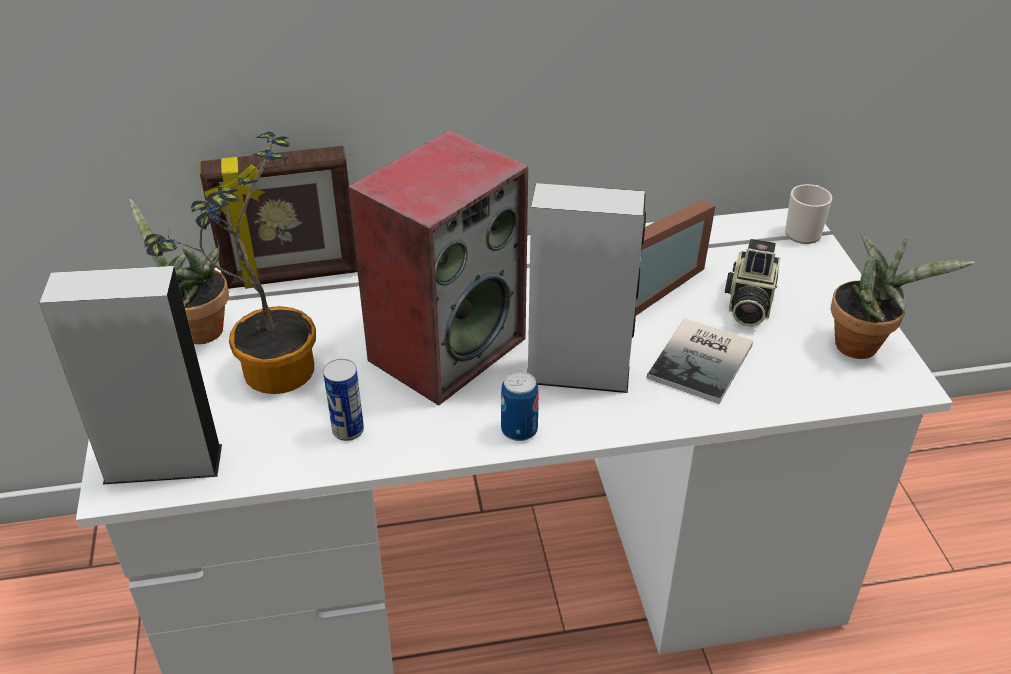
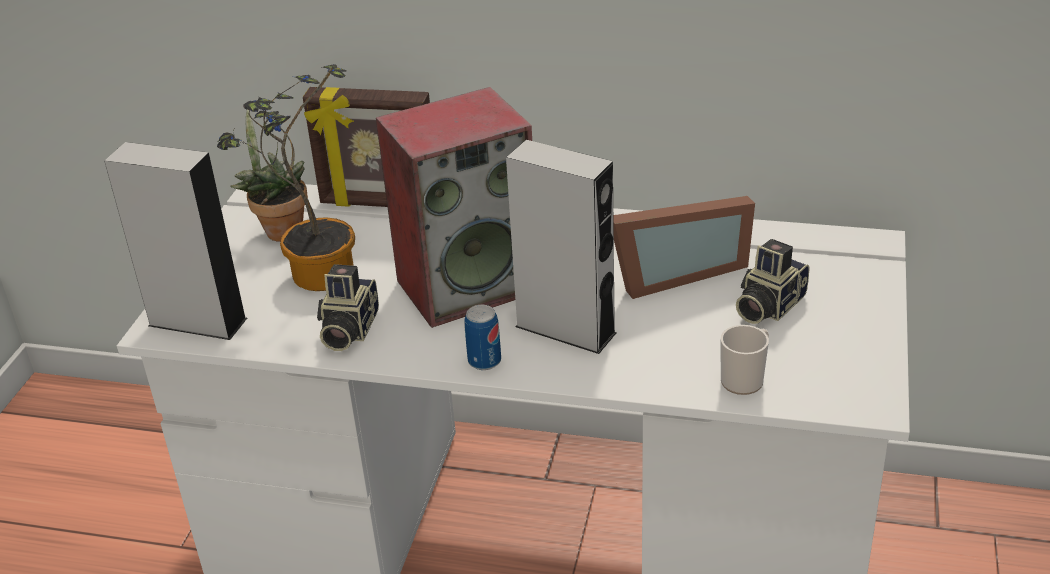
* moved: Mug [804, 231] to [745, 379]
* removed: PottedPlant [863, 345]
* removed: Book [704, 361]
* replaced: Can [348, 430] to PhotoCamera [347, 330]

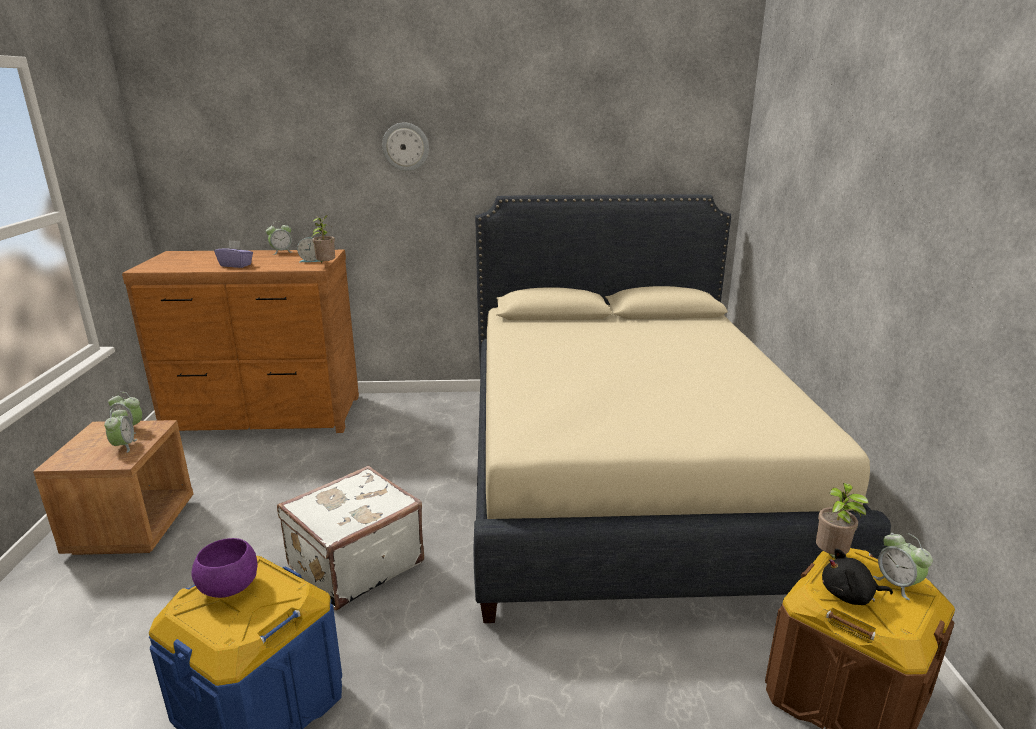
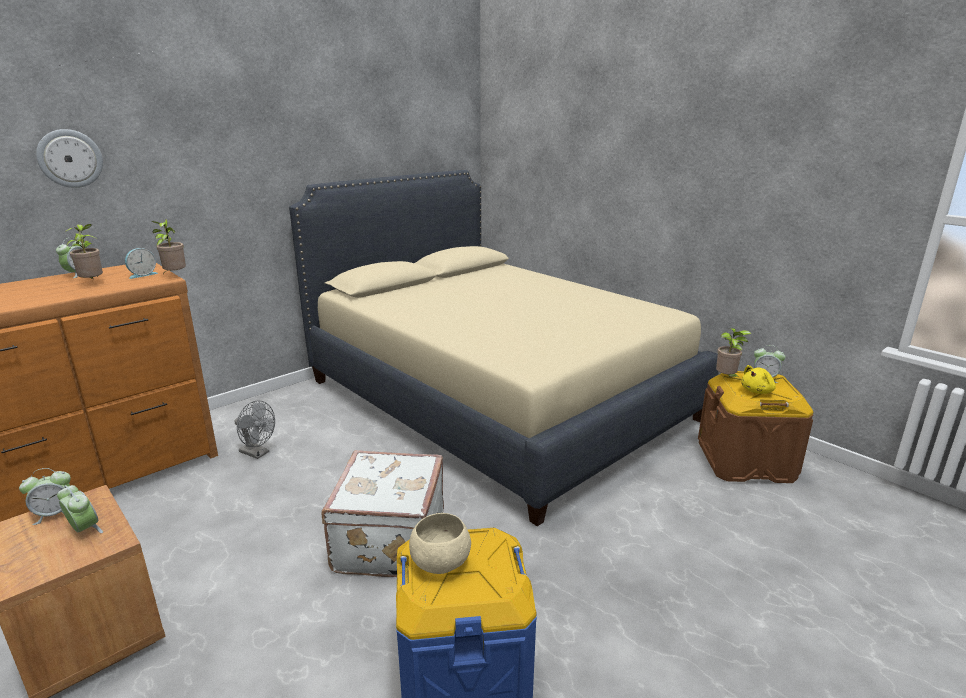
* moved: WallClock [405, 147] to [70, 158]
* removed: PurpleTissueBox [236, 265]
* recoloured: PurpleBowl [229, 586] to BeigeBowl [439, 562]
* recoloured: BlackPlushToy [850, 595] to YellowPlushToy [757, 391]
* added: PottedPlant [93, 283]
* added: GreyFan [258, 453]

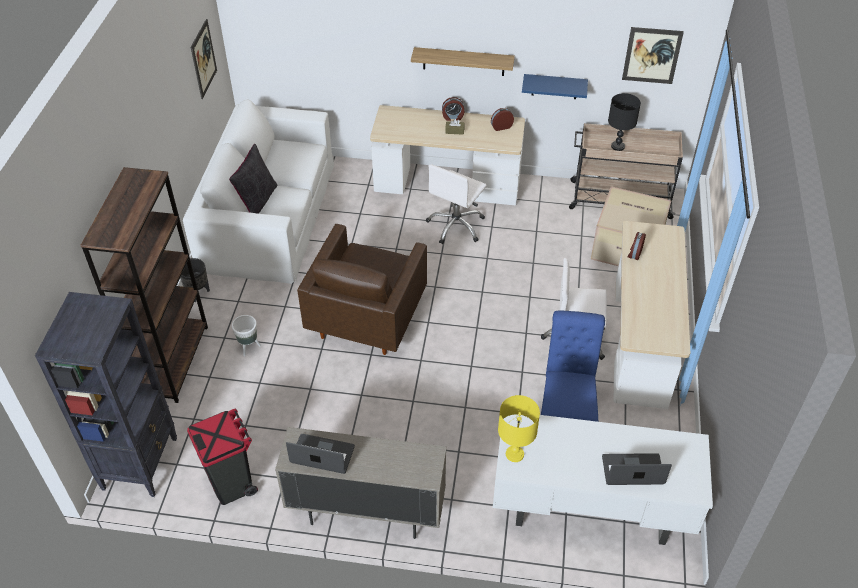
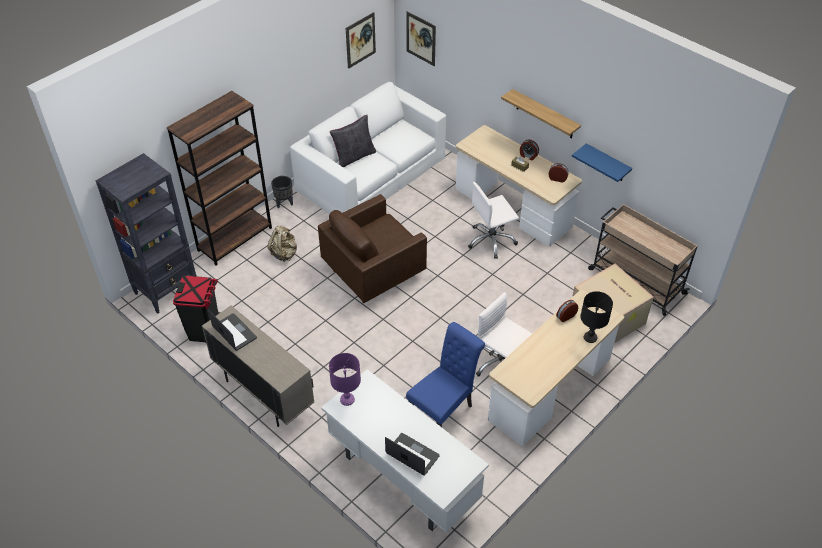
* moved: Picture [652, 55] to [421, 38]
* moved: BlackTableLamp [617, 146] to [590, 337]
* replaced: WhitePlanter [248, 347] to BeigeBackpack [284, 253]
* recoloured: YellowTableLamp [514, 454] to PurpleTableLamp [347, 399]

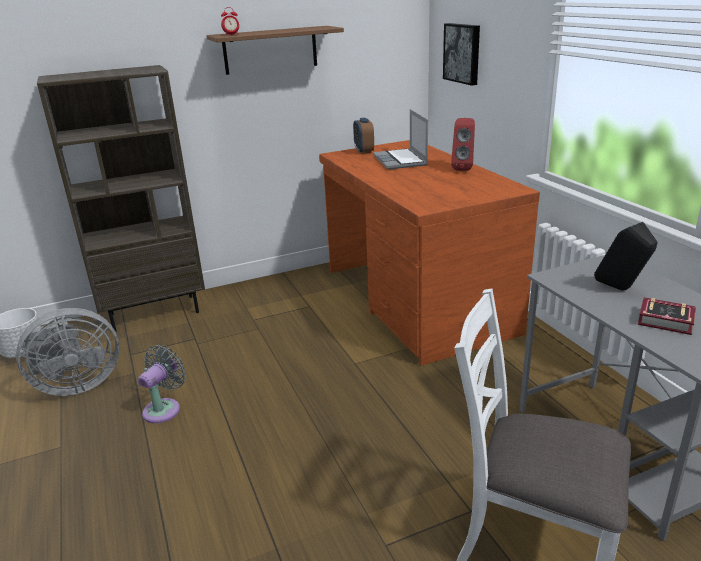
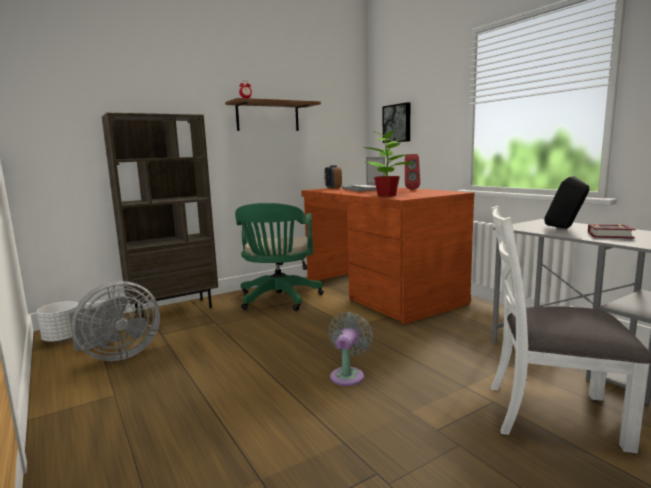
* moved: GreyFan [164, 408] to [348, 375]
* added: PottedPlant [387, 195]
* added: GreenOfficeChair [278, 300]

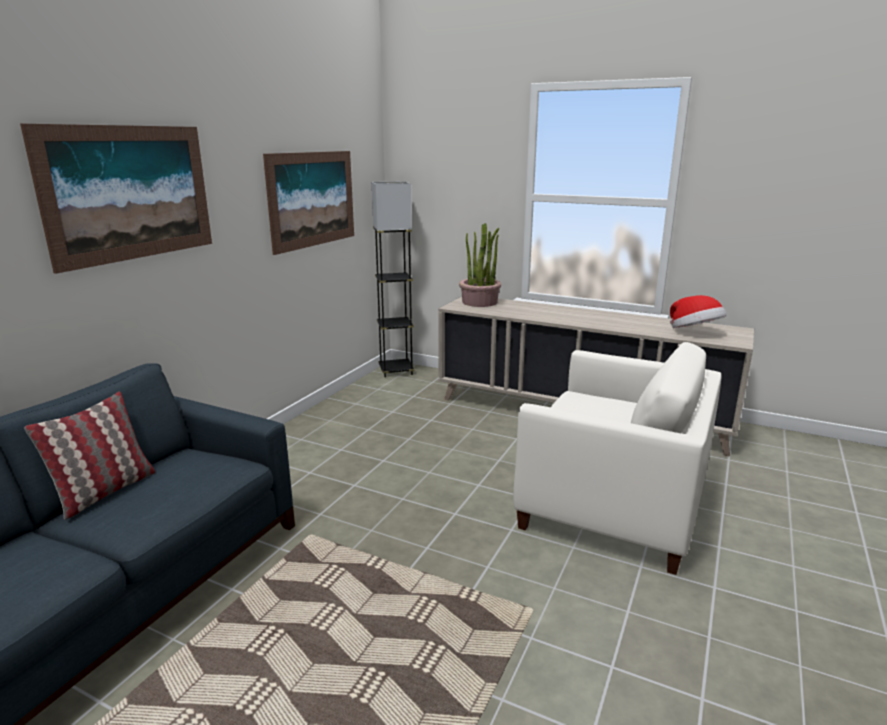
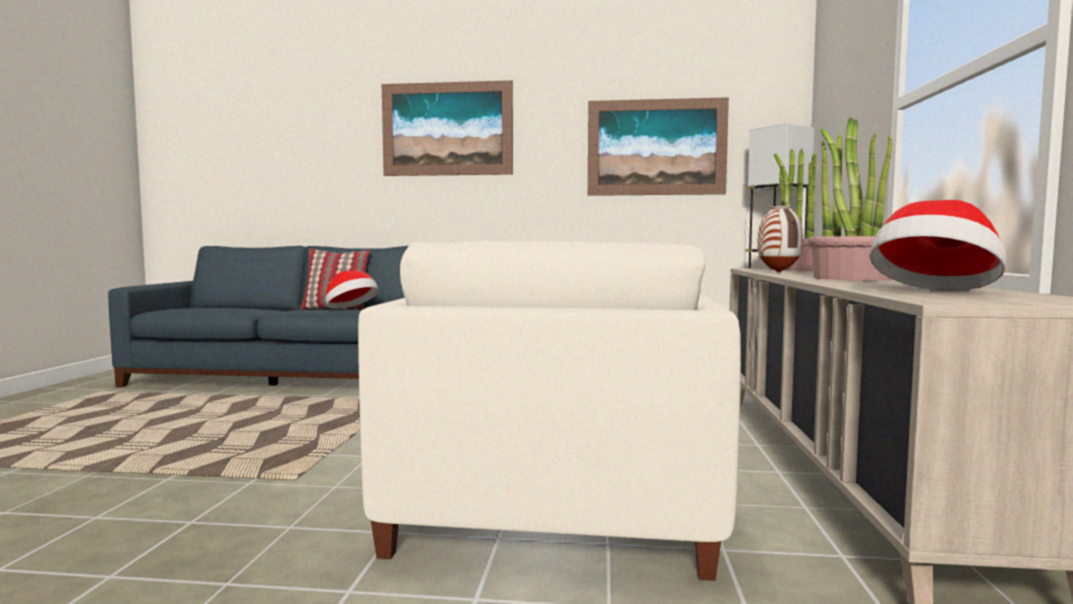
* added: PottedPlant [851, 278]
* added: Vase [779, 272]
* added: Hat [351, 310]

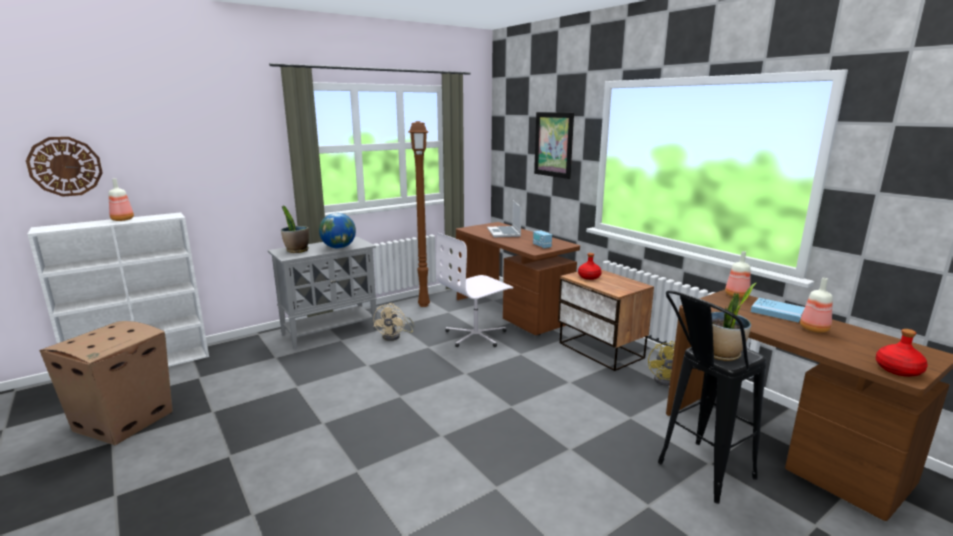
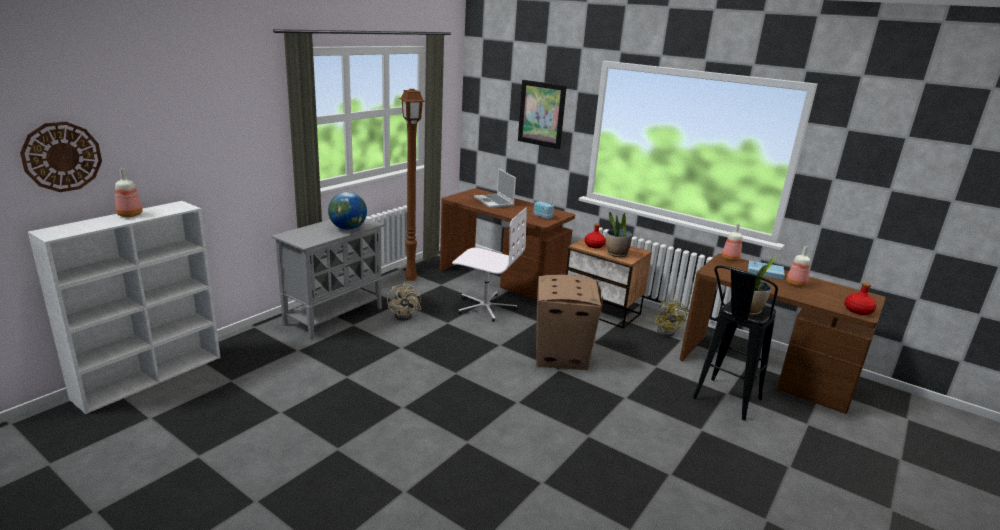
* moved: PottedPlant [297, 251] to [616, 254]
* turned: WhiteOfficeChair [476, 336] = [485, 307] 105 degrees counterclockwise
* moved: CardboardBox [125, 420] to [561, 355]

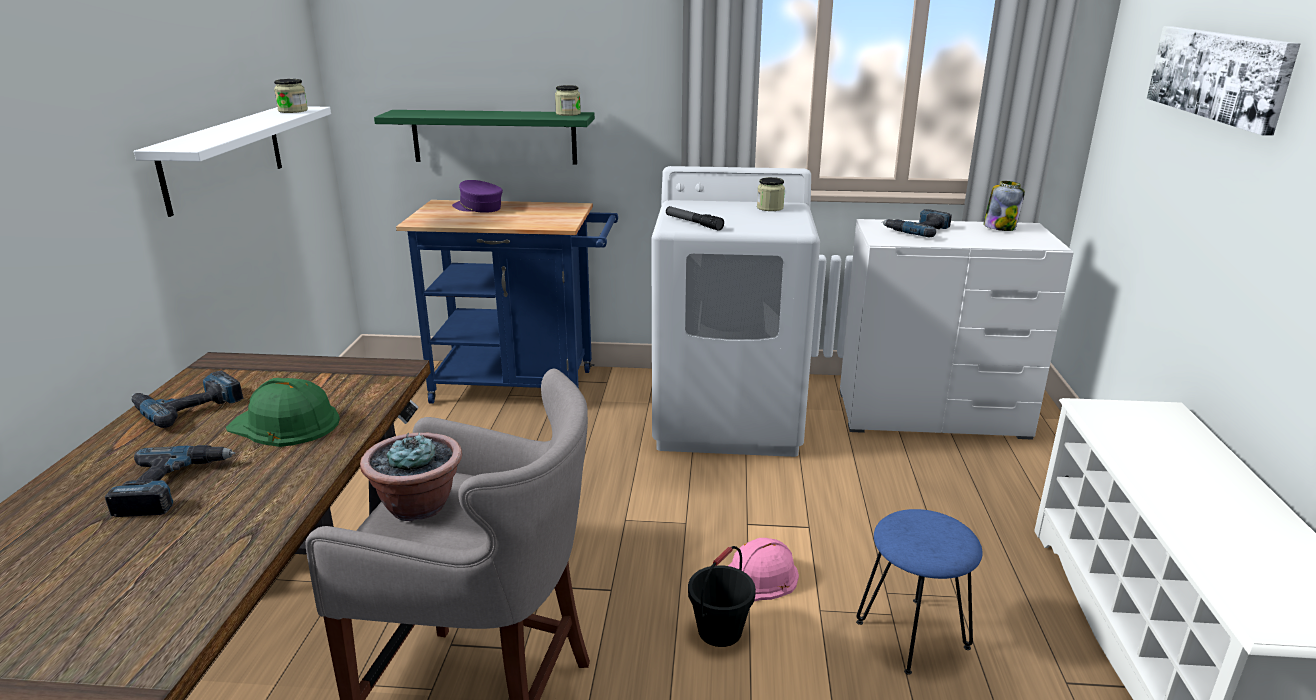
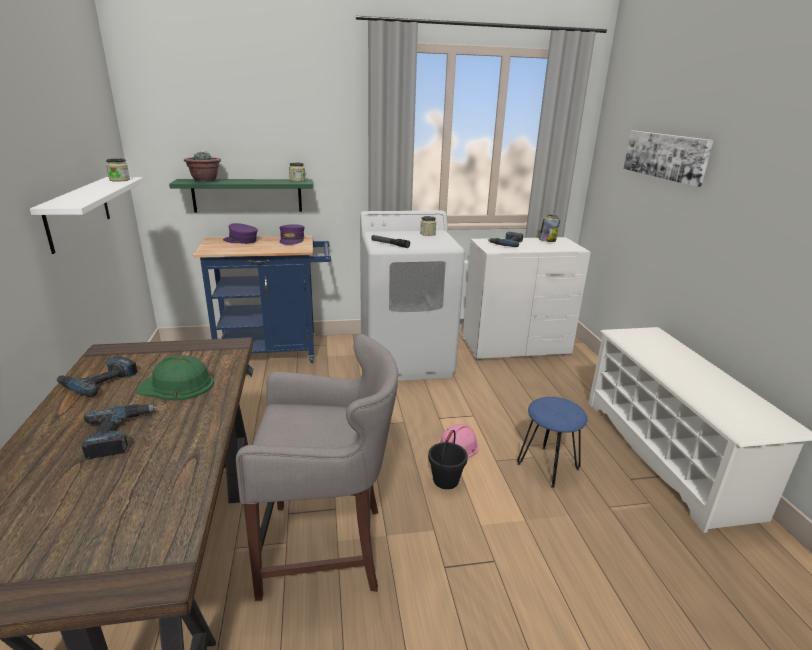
* moved: PottedPlant [418, 506] to [205, 181]
* added: PurpleCap [292, 240]

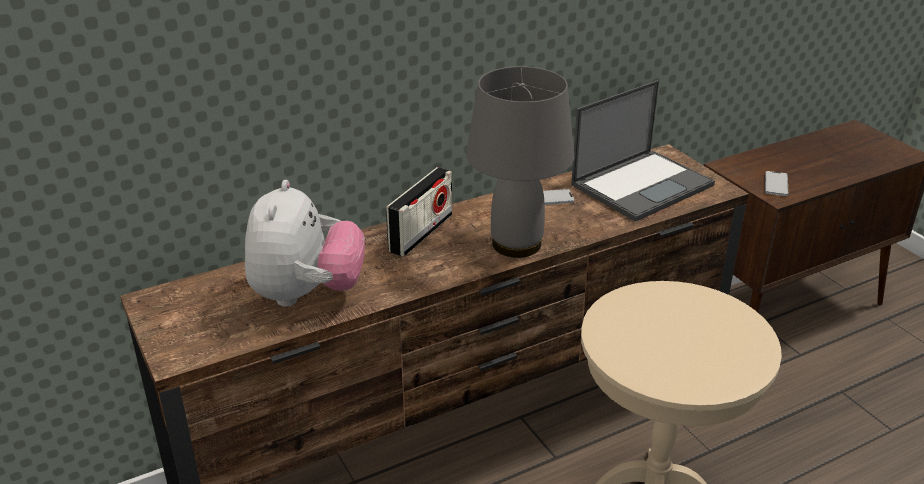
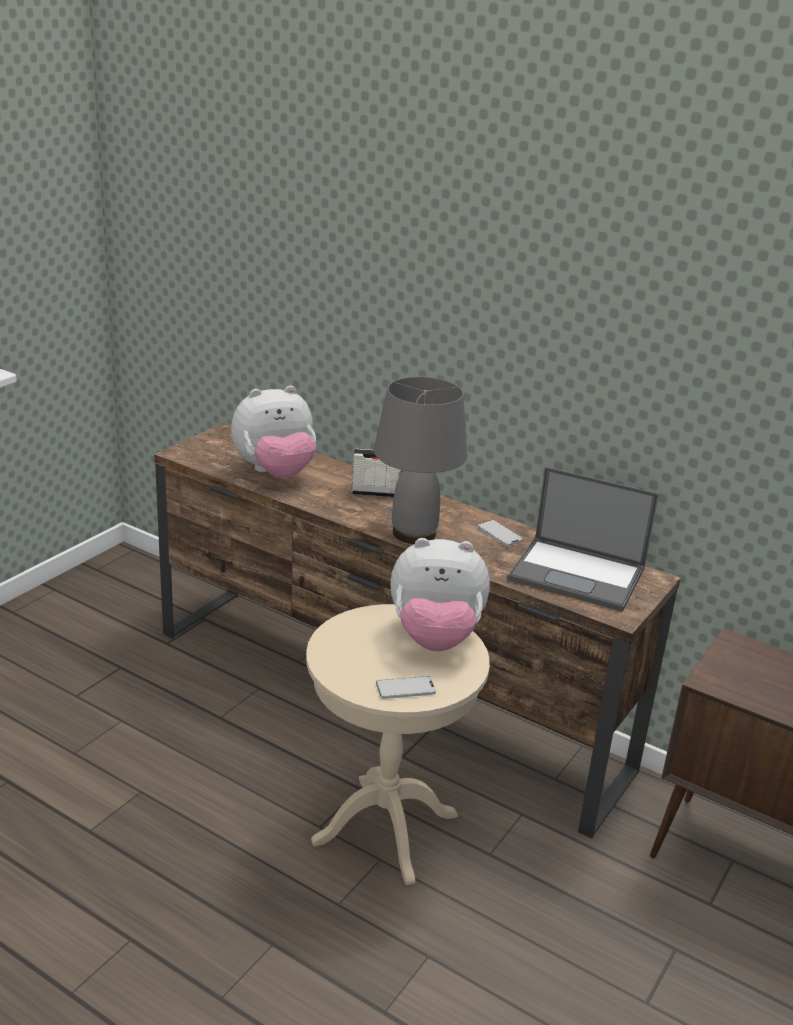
* moved: Phone [776, 184] to [405, 688]
* added: PlushToy [435, 638]

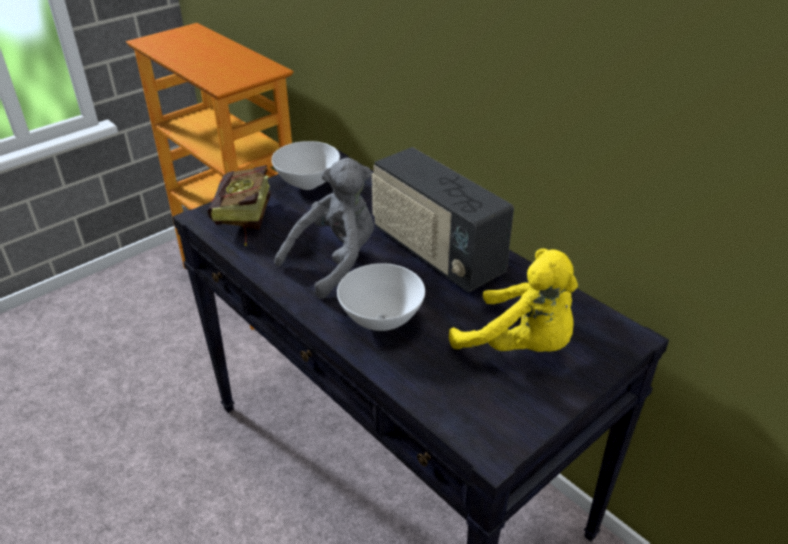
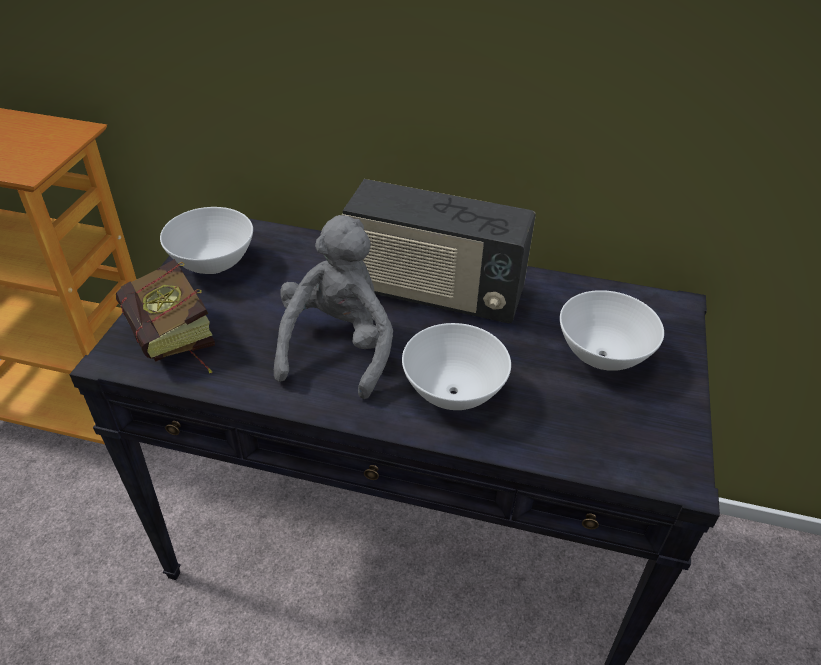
* replaced: YellowPlushToy [520, 345] to WhiteBowl [602, 358]

